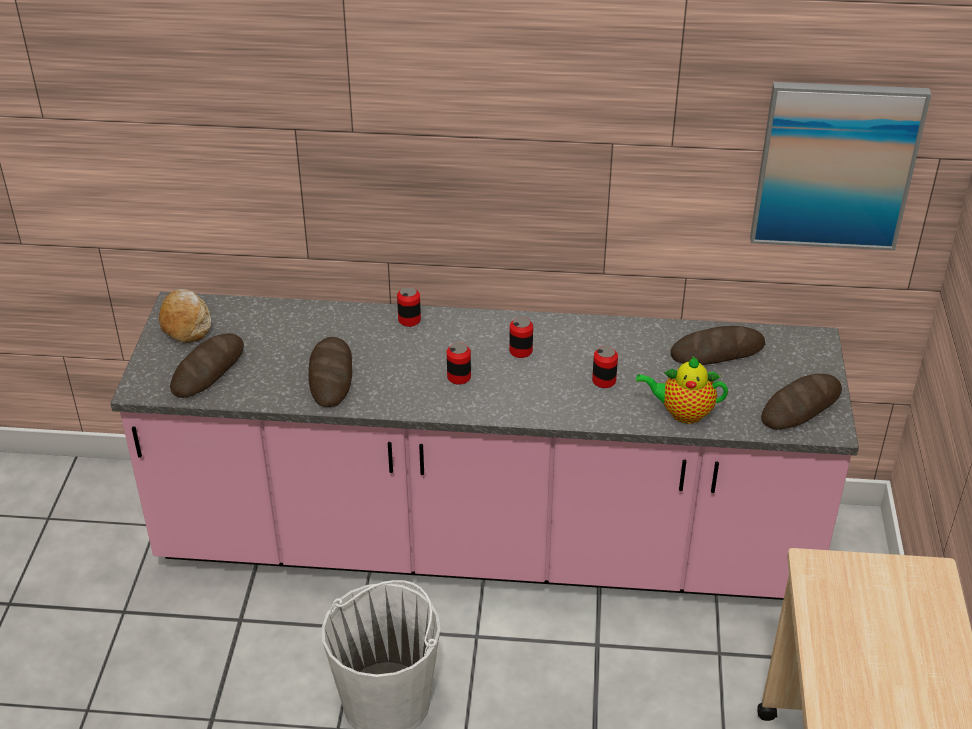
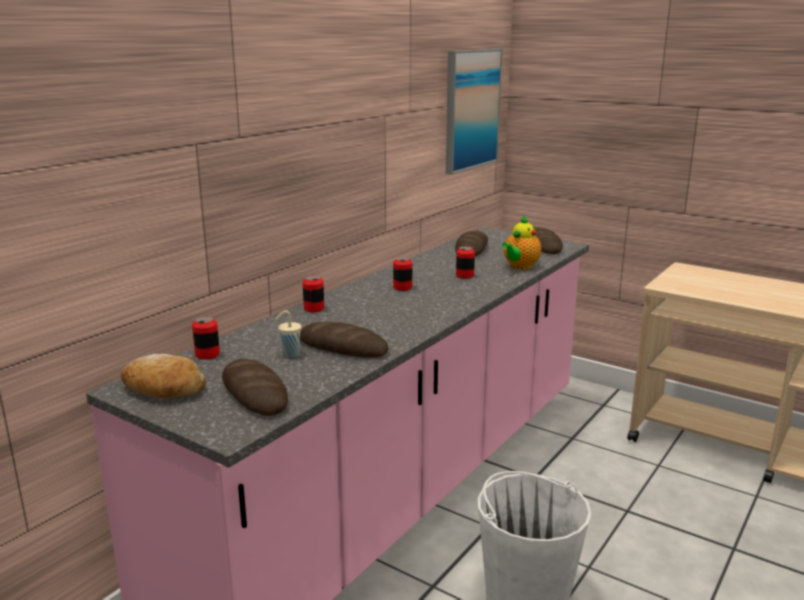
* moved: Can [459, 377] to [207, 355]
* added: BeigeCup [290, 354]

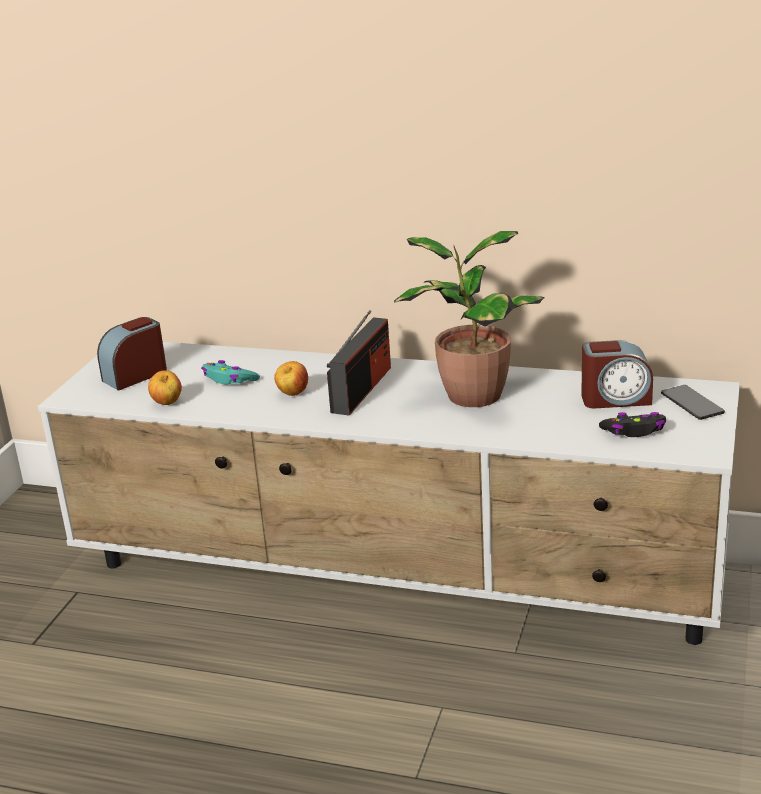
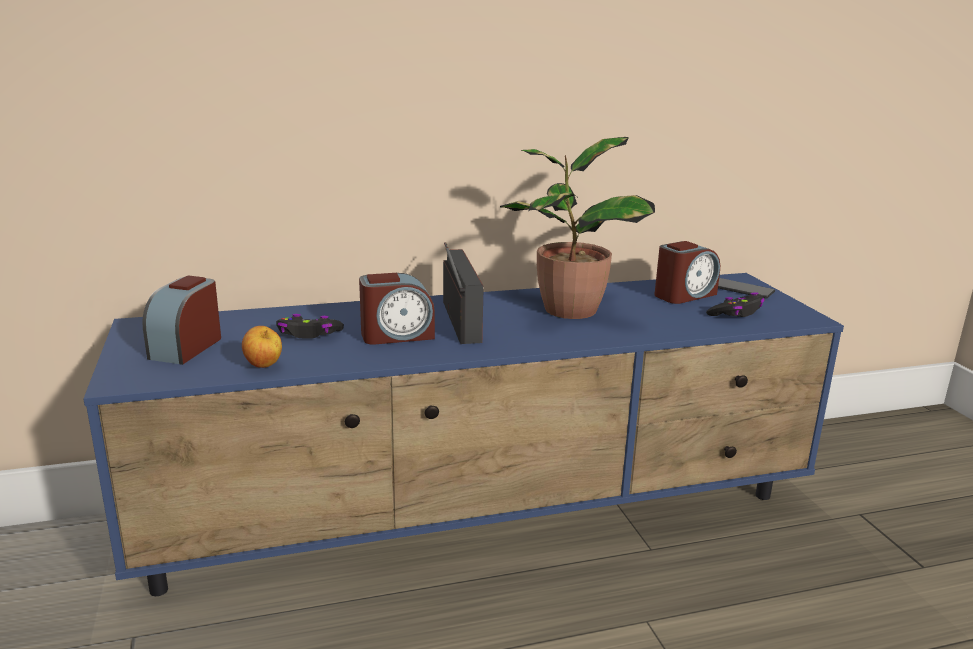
* recoloured: WhiteTvStand [397, 579] to BlueTvStand [485, 517]
* recoloured: TurquoiseGameController [229, 380] to BlackGameController [309, 334]
* replaced: Apple [292, 394] to AlarmClock [397, 335]

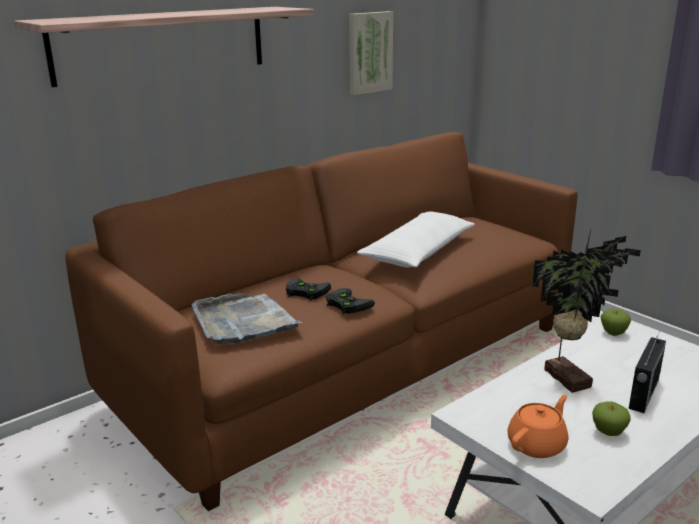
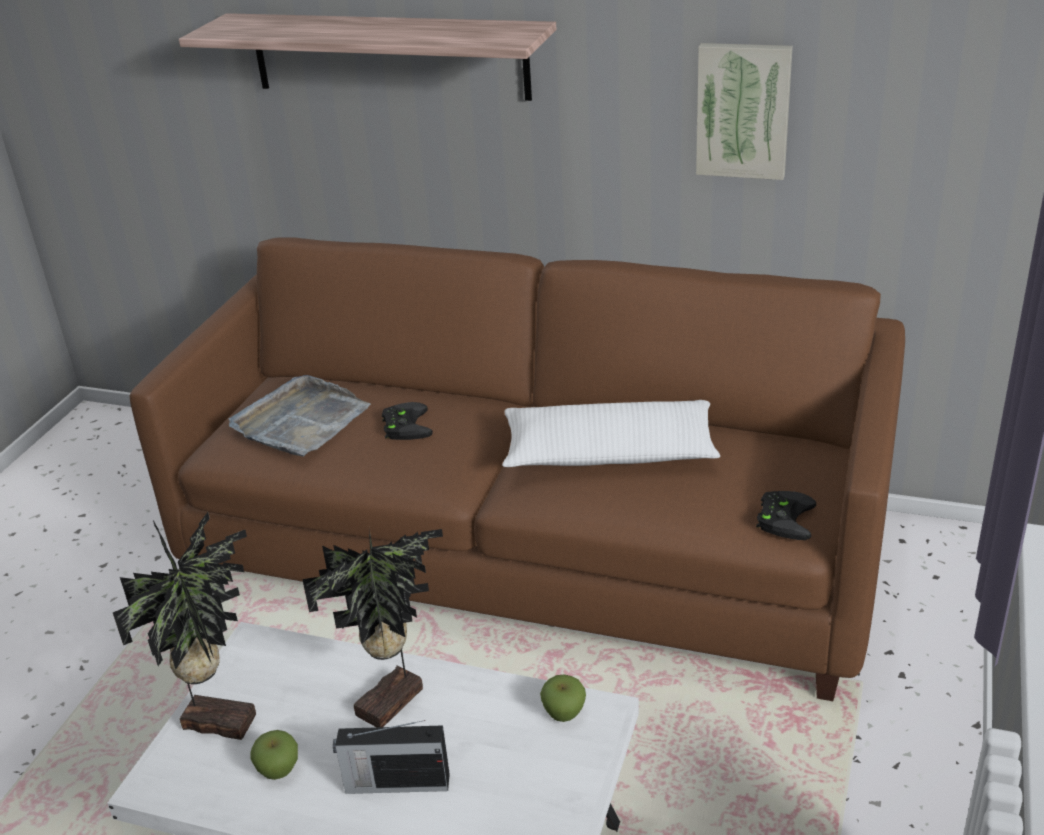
* moved: BlackGameController [346, 304] to [783, 517]
* replaced: OrangeTeapot [537, 444] to PottedPlant [220, 718]

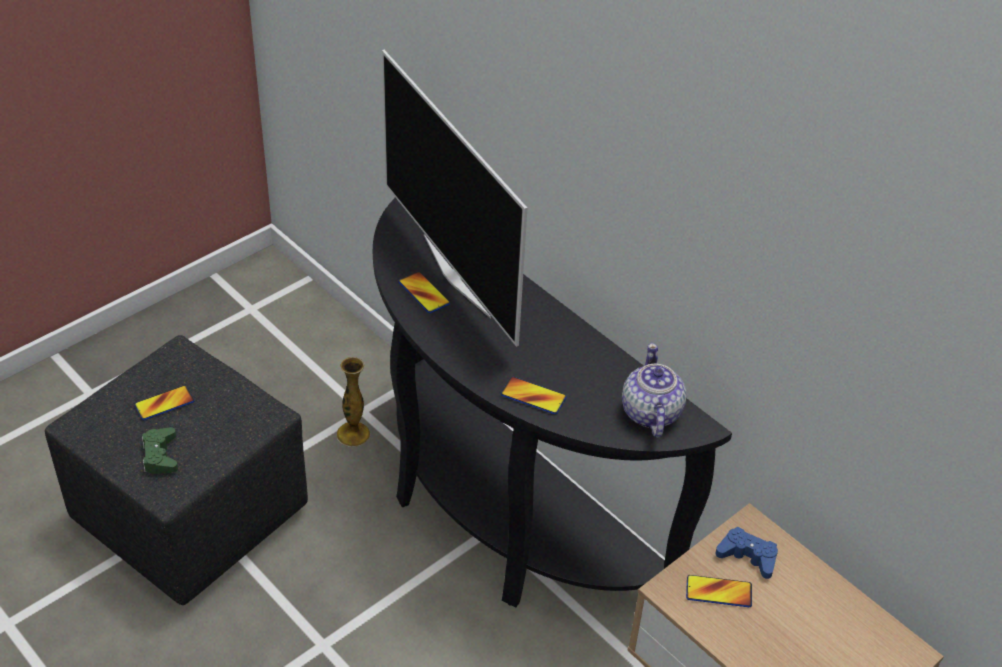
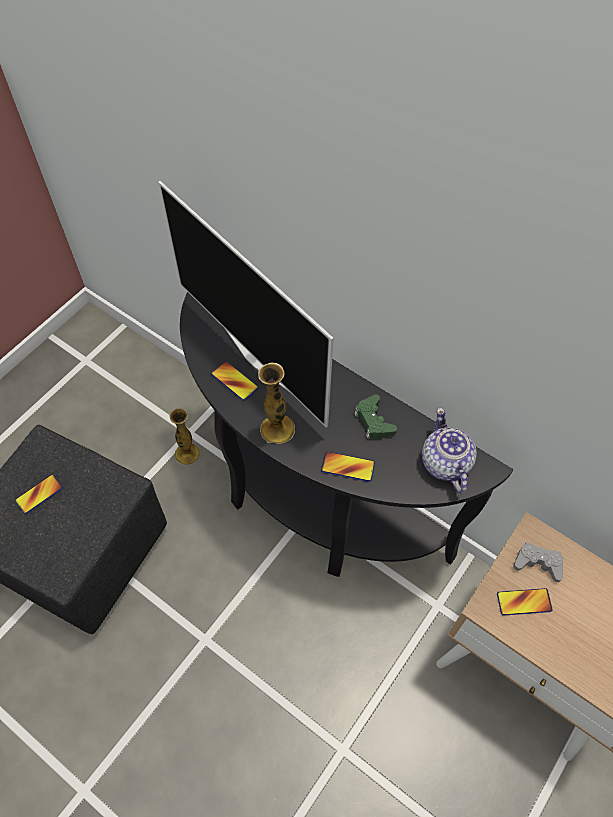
* moved: GreenGameController [160, 456] to [374, 421]
* recoloured: BlueGameController [747, 556] to GreyGameController [537, 563]
* added: Vase [277, 429]

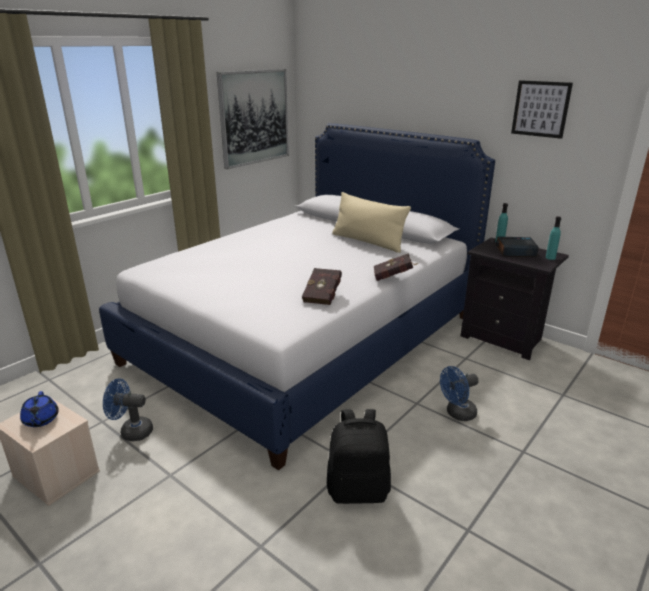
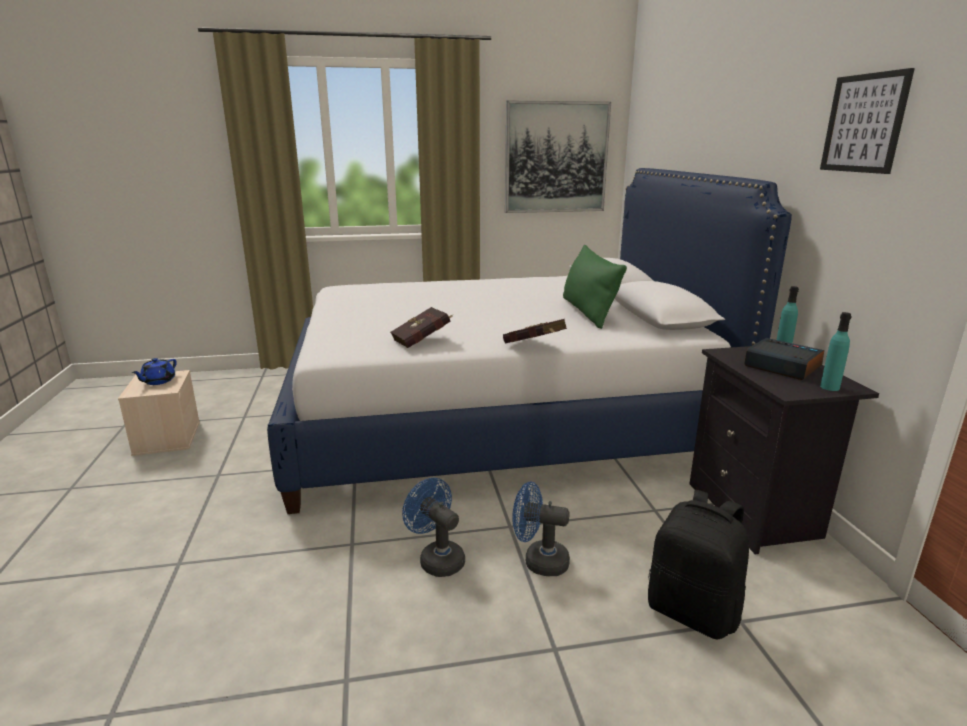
* recoloured: BeigePillow [368, 242] to GreenPillow [588, 312]
* moved: BlueFan [131, 431] to [437, 559]
* moved: BlackBackpack [358, 490] to [693, 611]

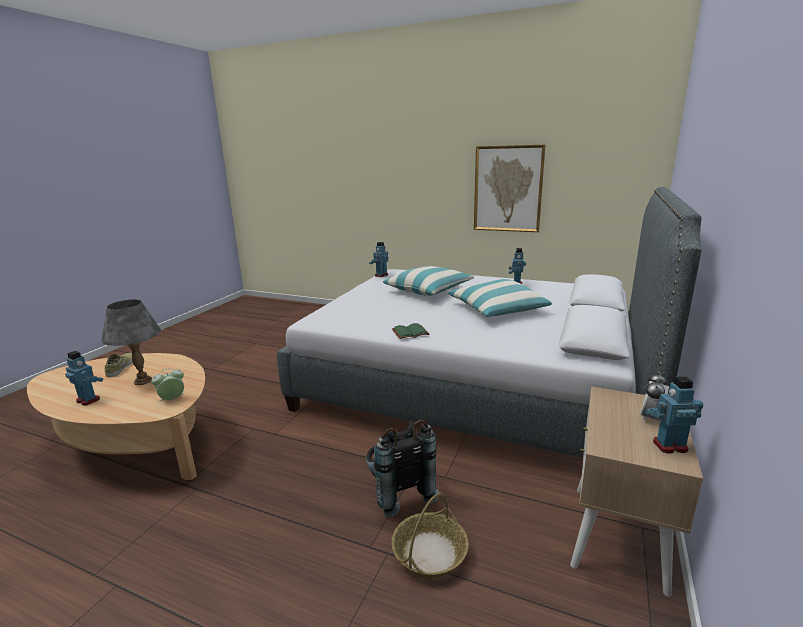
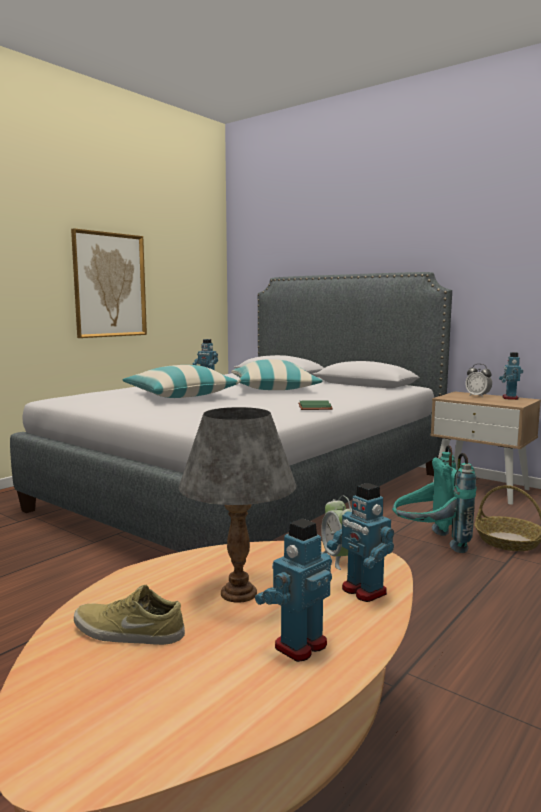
* moved: ToyRobot [381, 275] to [363, 591]
* recoloured: BlackBackpack [398, 492] to TurquoiseBackpack [429, 544]

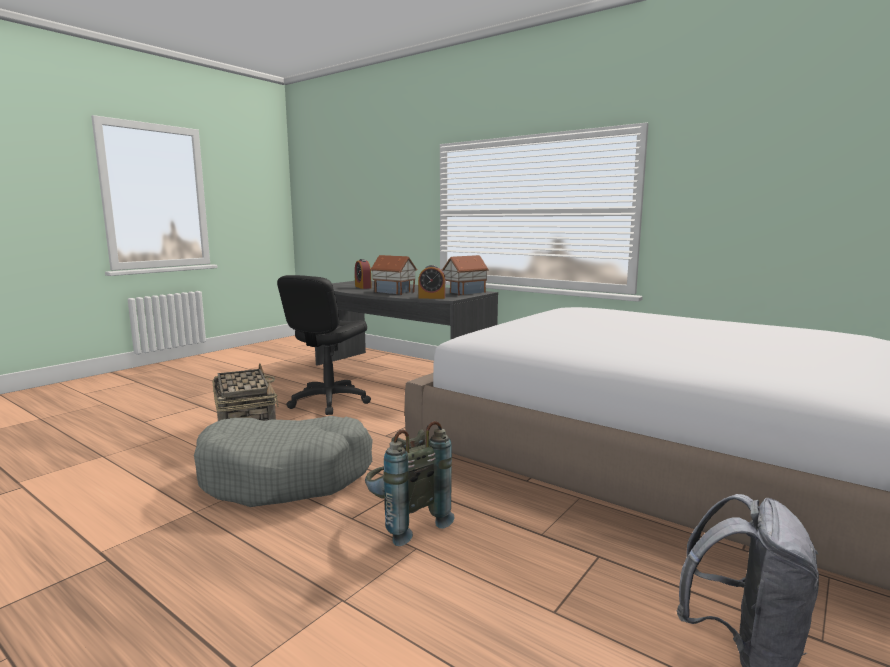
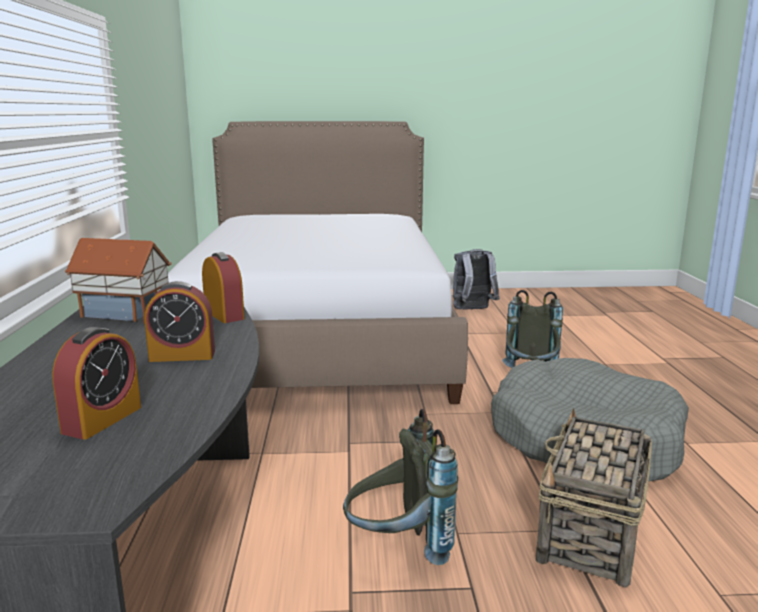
* replaced: ToyHouse [393, 292] to AlarmClock [182, 356]
* replaced: BlackOfficeChair [329, 401] to GreyBackpack [398, 548]

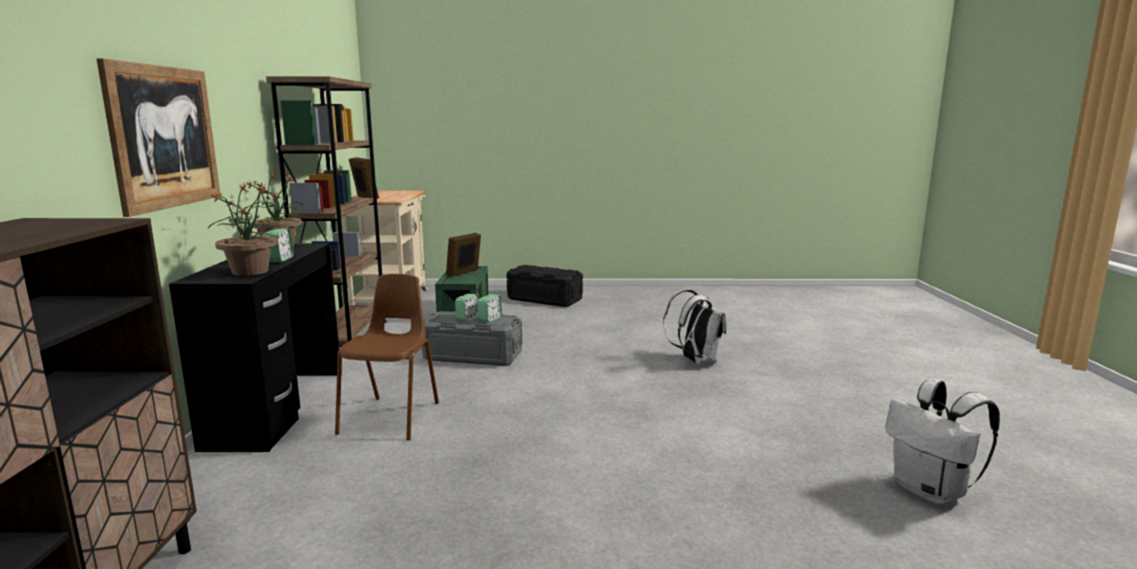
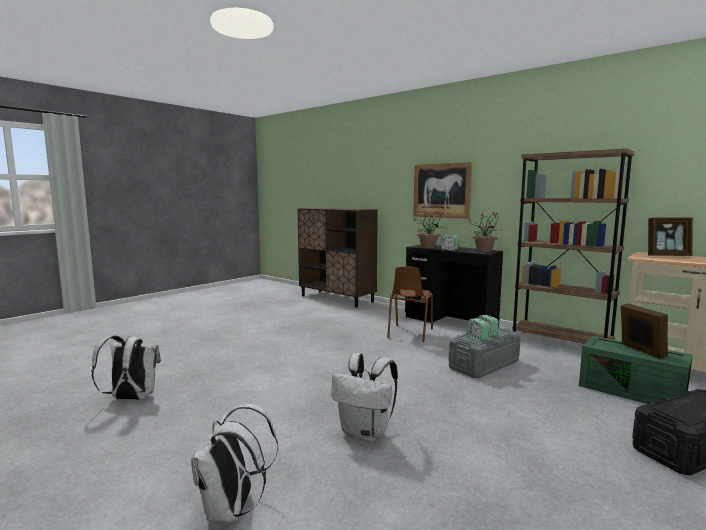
* turned: BrownChair [392, 417] = [409, 333] 60 degrees clockwise
* added: WhiteBackpack [232, 509]

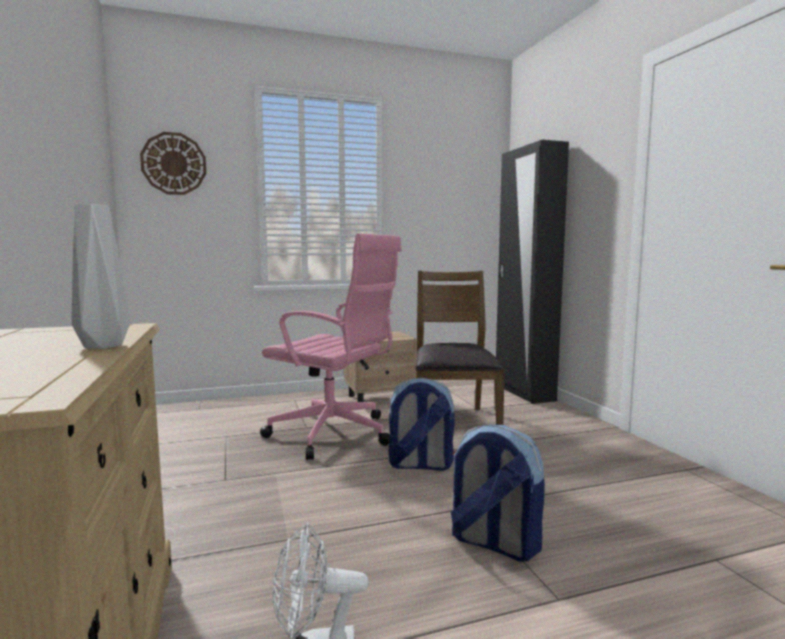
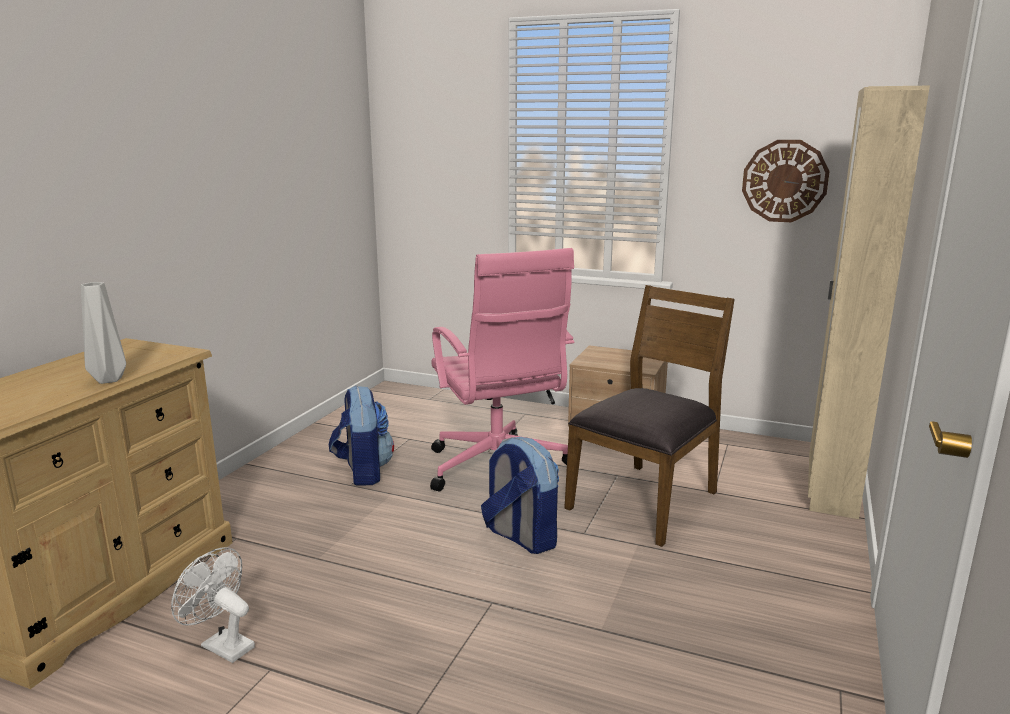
* moved: WallClock [174, 163] to [784, 181]
* recoloured: BlackWardrobe [524, 393] to BeigeWardrobe [831, 489]
* moved: Backpack [493, 543] to [363, 472]

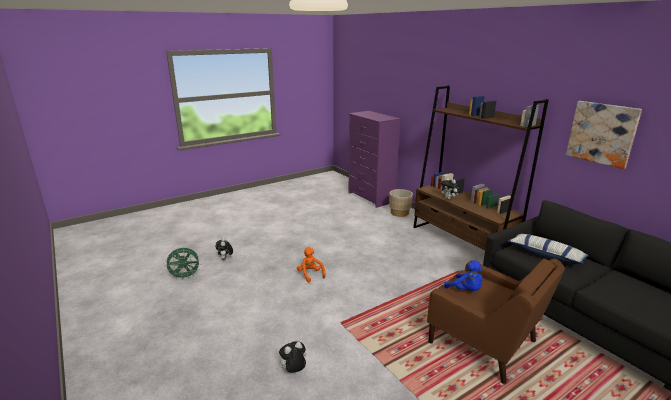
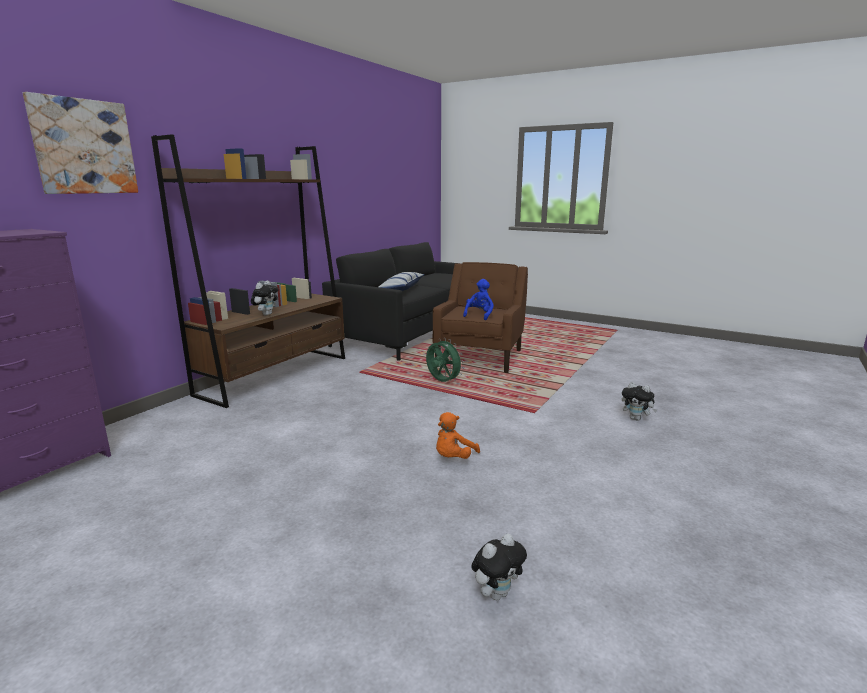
* moved: Picture [602, 133] to [83, 147]
* removed: BeigePlanter [399, 213]
* moved: GreenFan [185, 277] to [442, 382]

